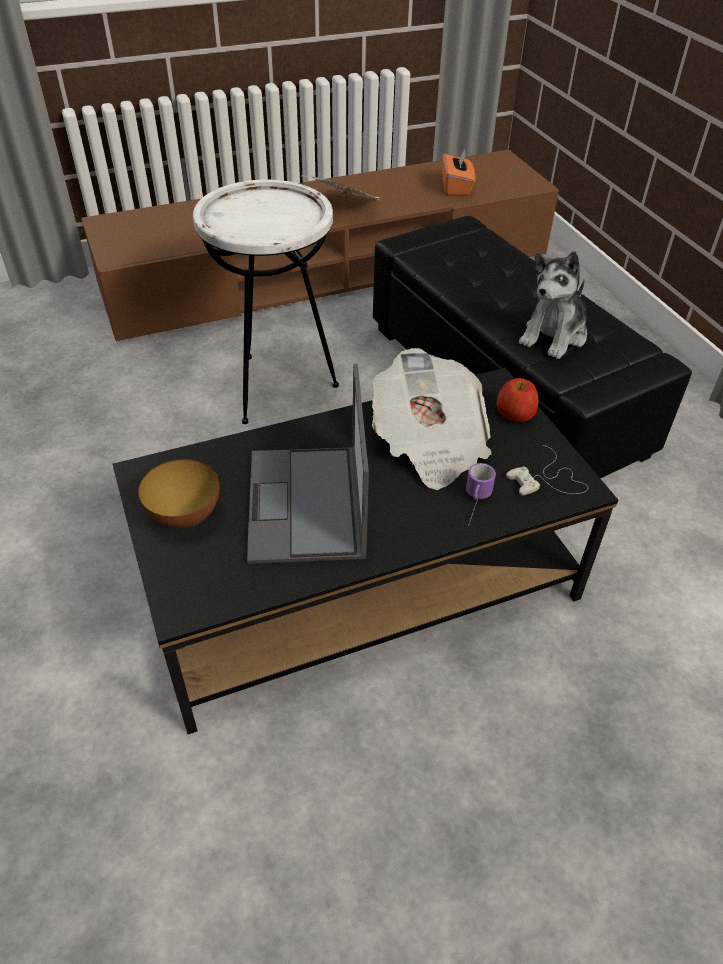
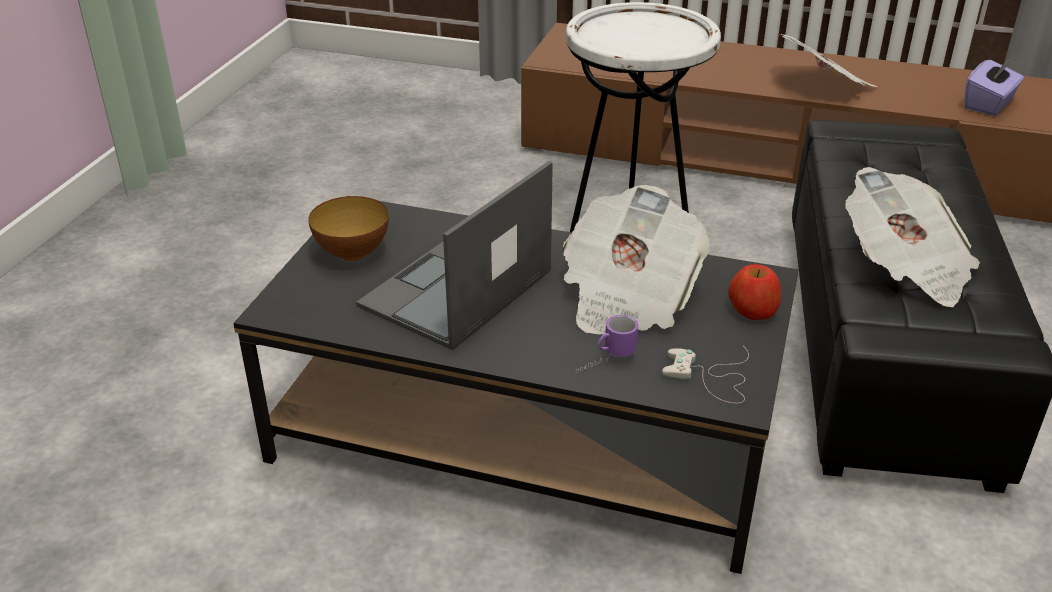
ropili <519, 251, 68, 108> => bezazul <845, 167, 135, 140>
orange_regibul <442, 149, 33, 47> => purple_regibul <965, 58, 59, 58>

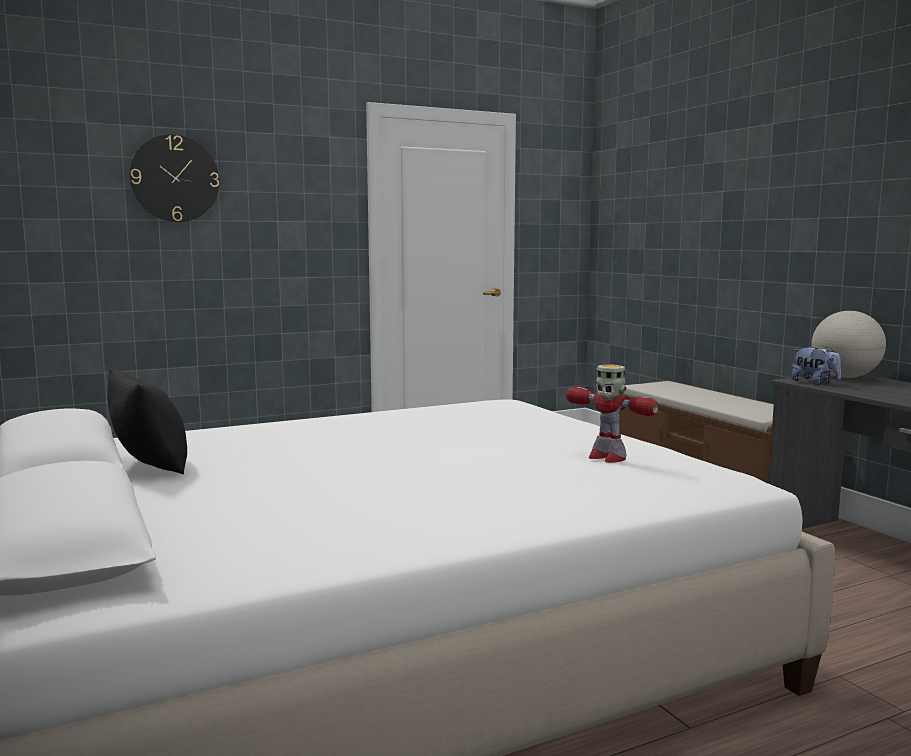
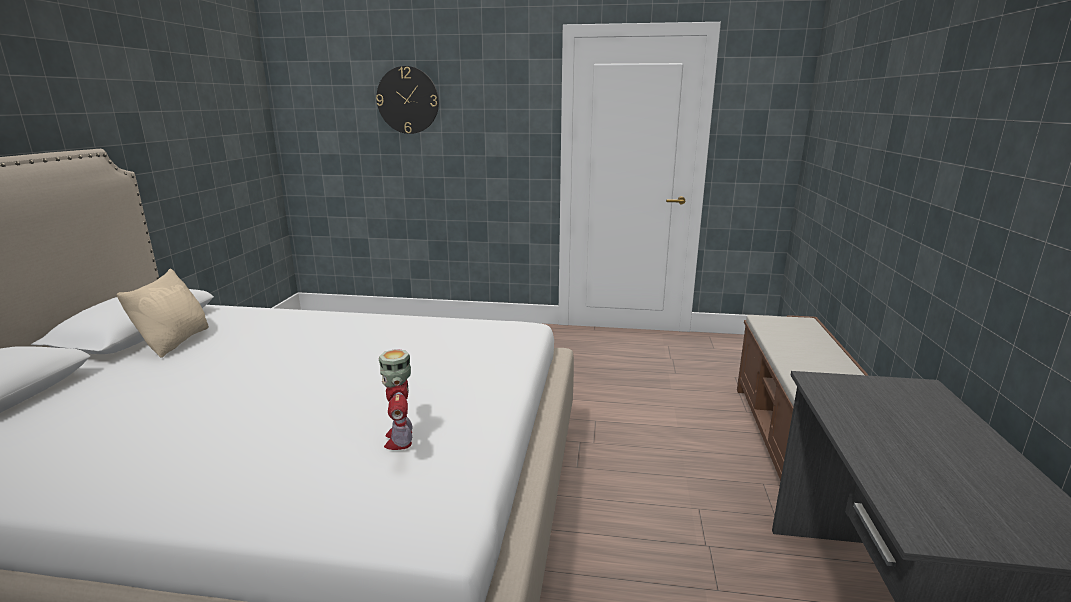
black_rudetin <107, 368, 80, 107> => beige_rudetin <117, 269, 92, 89>
ropili <791, 346, 50, 39> => nothing
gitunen <811, 311, 75, 67> => nothing

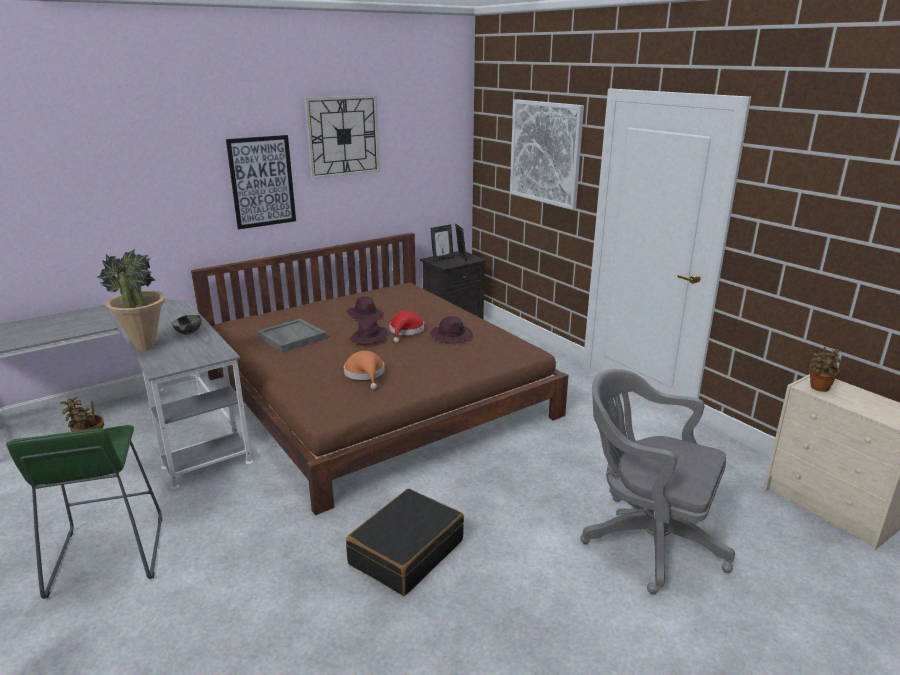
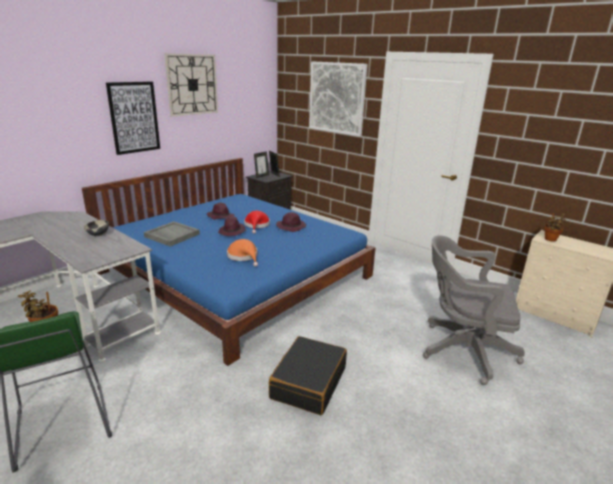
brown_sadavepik <191, 233, 378, 282> => blue_sadavepik <82, 158, 294, 208>
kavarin <97, 249, 68, 102> => nothing

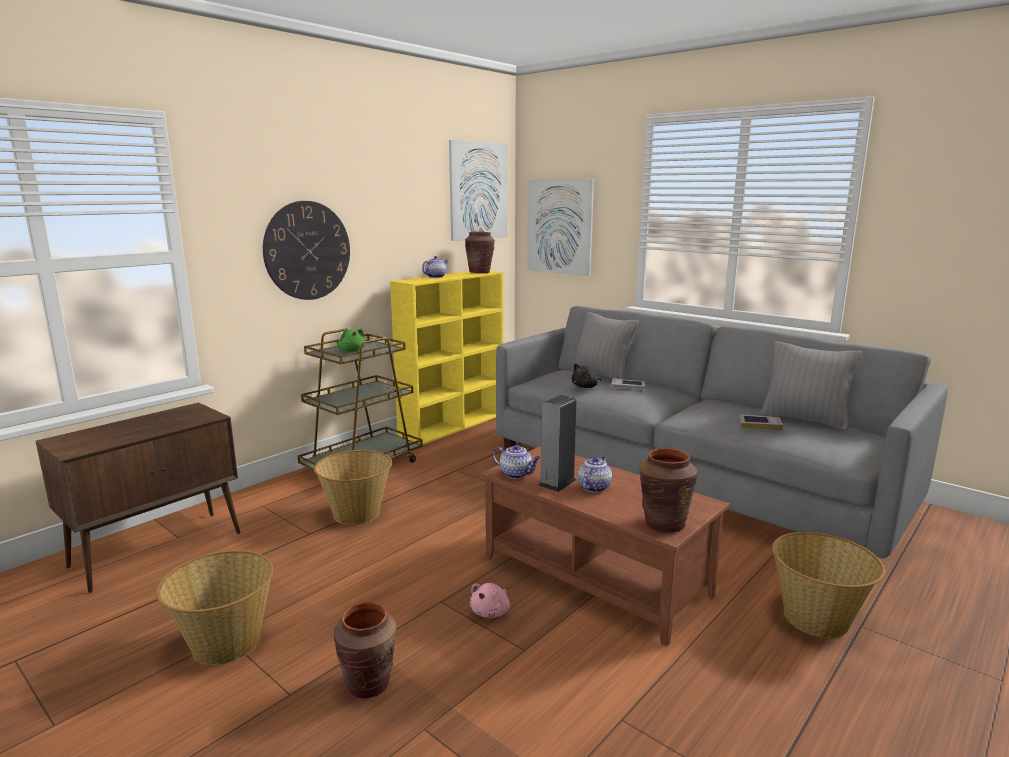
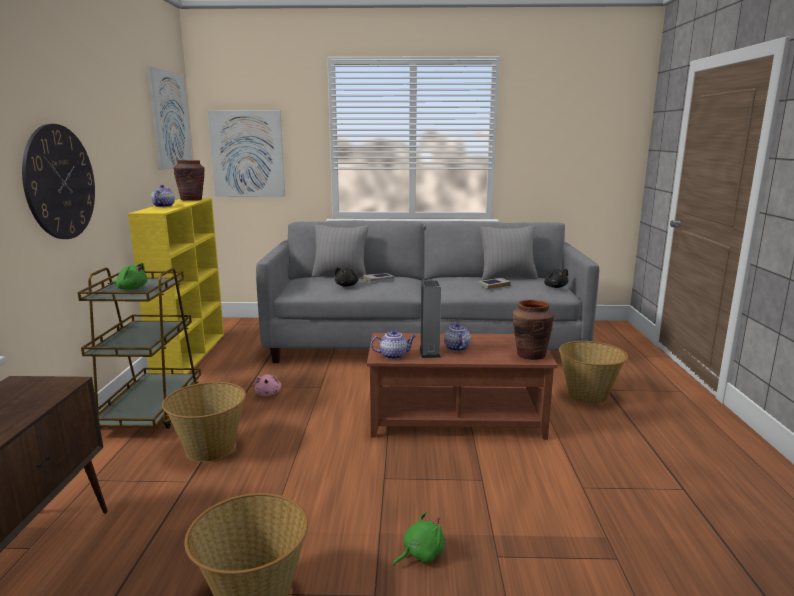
pink_ropili <470, 583, 40, 35> => pink_ropili <254, 374, 27, 22>, move
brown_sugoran <334, 602, 63, 96> => green_ropili <393, 512, 51, 54>
nothing => black_ropili <544, 269, 25, 19>

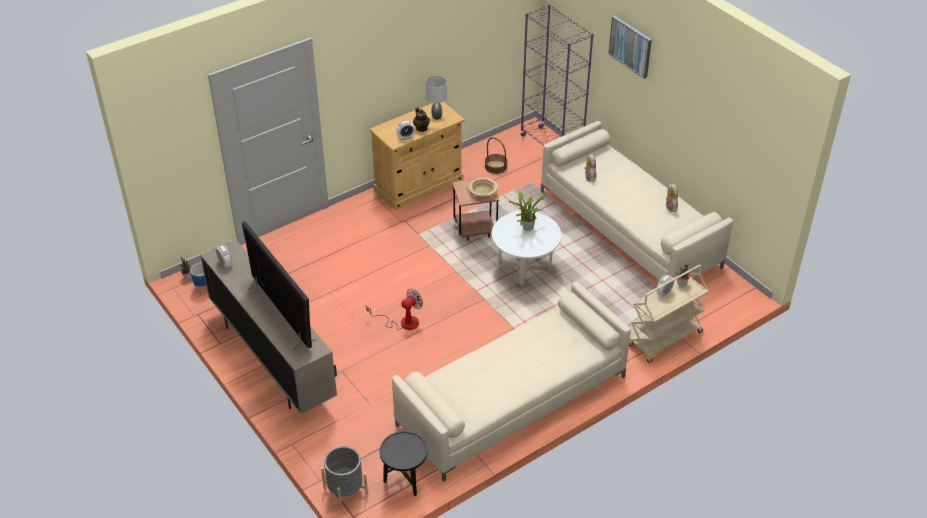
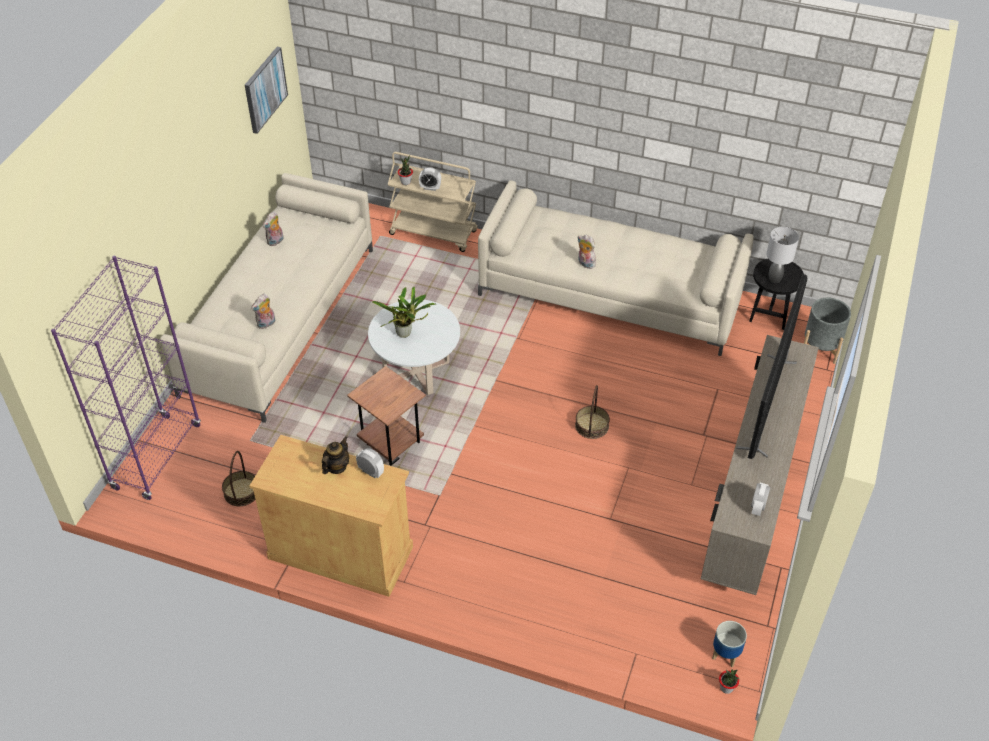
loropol <608, 16, 44, 63> => loropol <245, 47, 43, 87>, move
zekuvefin <366, 289, 57, 41> => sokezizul <575, 385, 35, 54>
nothing => ropili <578, 235, 18, 34>
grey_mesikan <426, 76, 21, 44> => grey_mesikan <766, 227, 33, 56>, move
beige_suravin <469, 177, 29, 21> => nothing

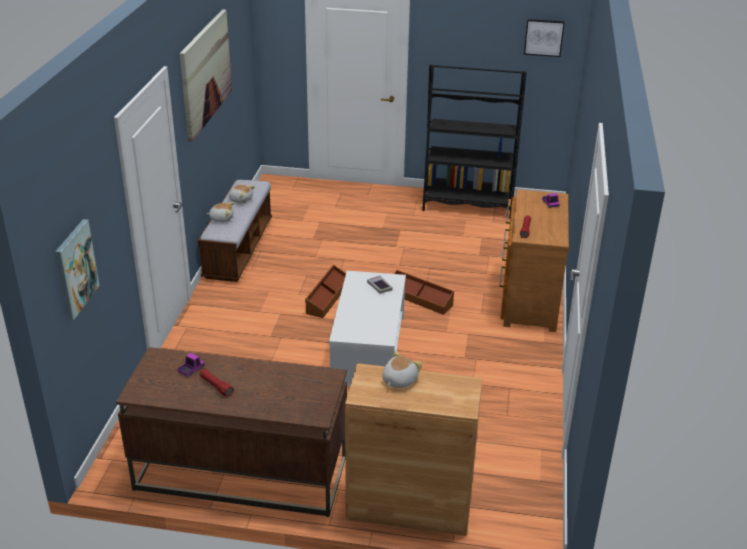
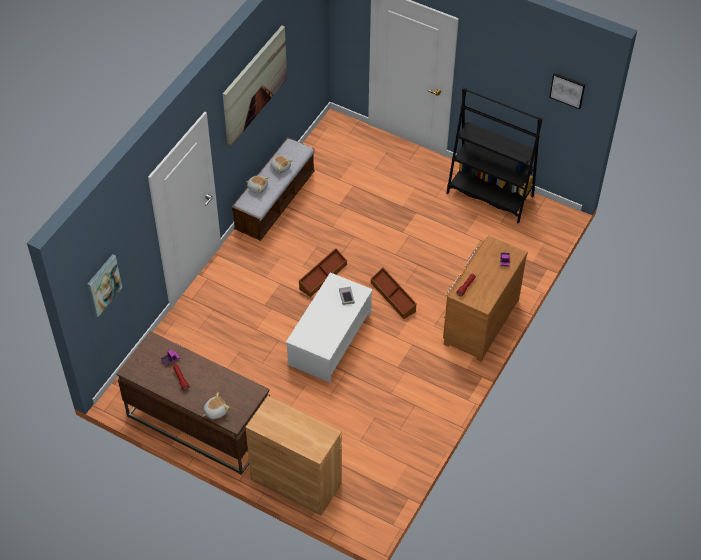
ropili <382, 351, 41, 37> => ropili <203, 392, 26, 27>, move

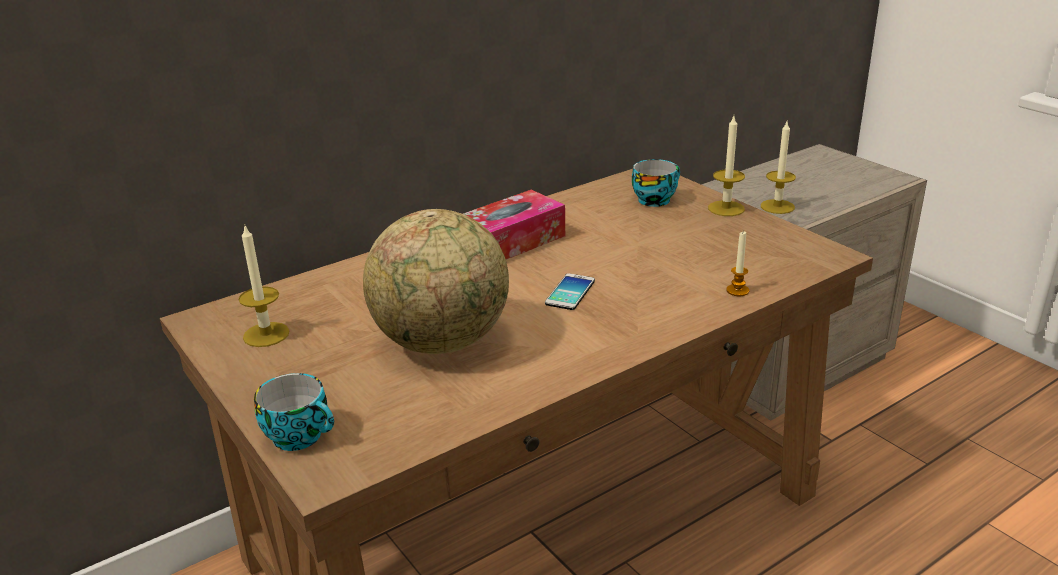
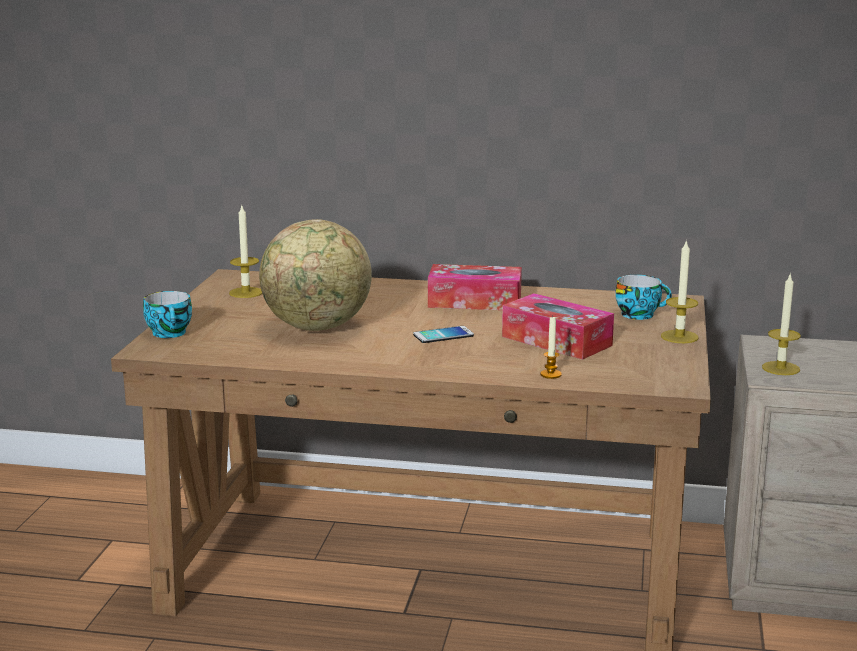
nothing => regibul <502, 293, 112, 67>

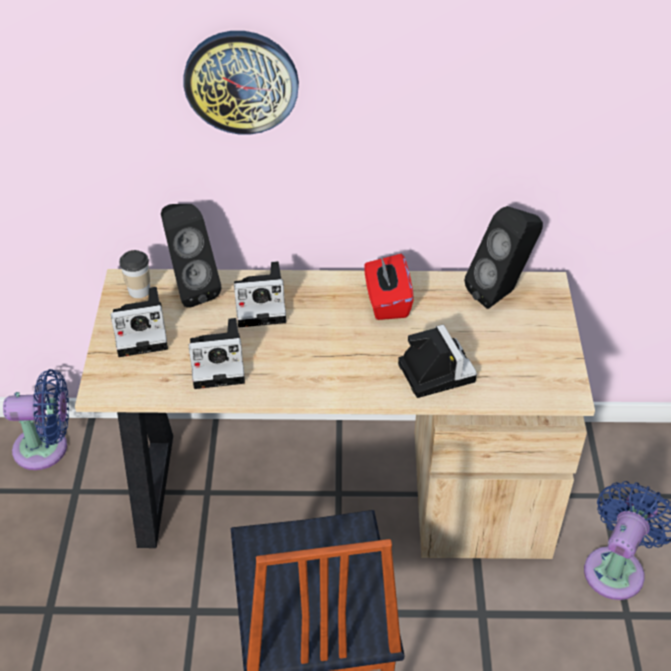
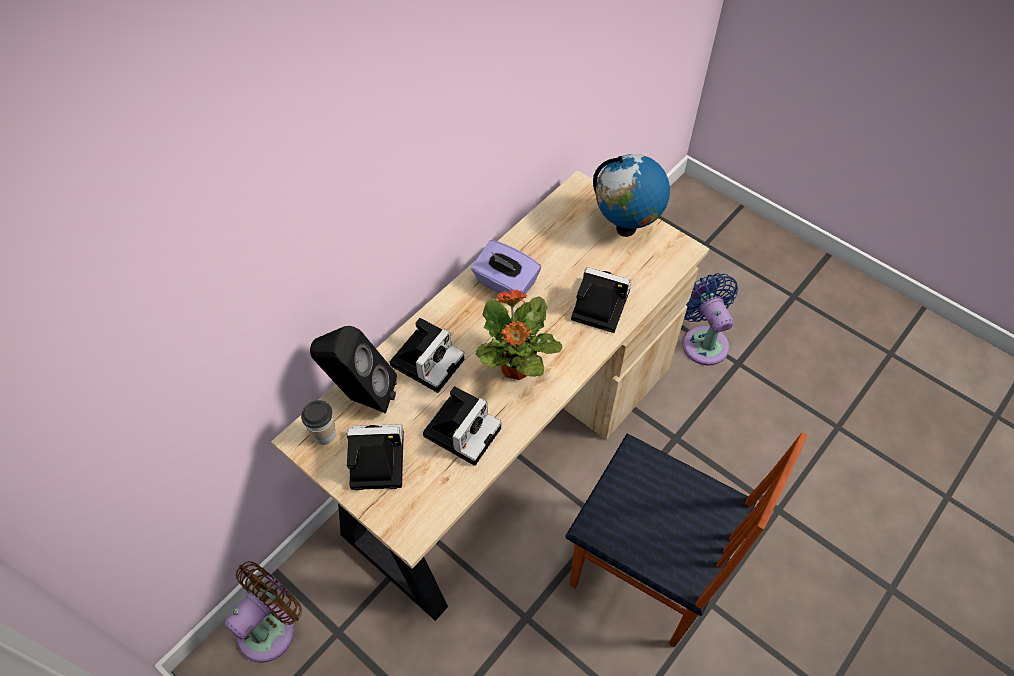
blue_zekuvefin <3, 369, 66, 101> => brown_zekuvefin <225, 561, 77, 102>
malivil <111, 287, 57, 70> => malivil <347, 424, 57, 66>, 120 degrees counterclockwise
red_regibul <364, 254, 50, 66> => purple_regibul <471, 240, 70, 62>
nothing => kavarin <475, 289, 87, 91>
nothing => gitunen <593, 154, 77, 83>
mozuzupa <183, 31, 116, 103> => nothing
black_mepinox <464, 206, 79, 103> => nothing

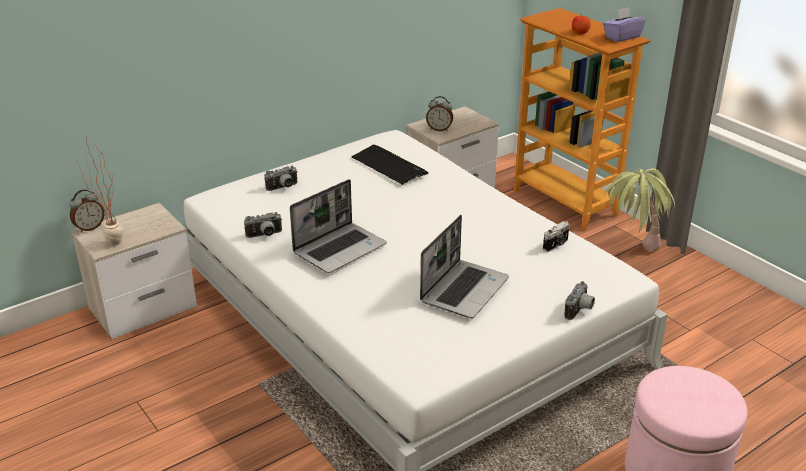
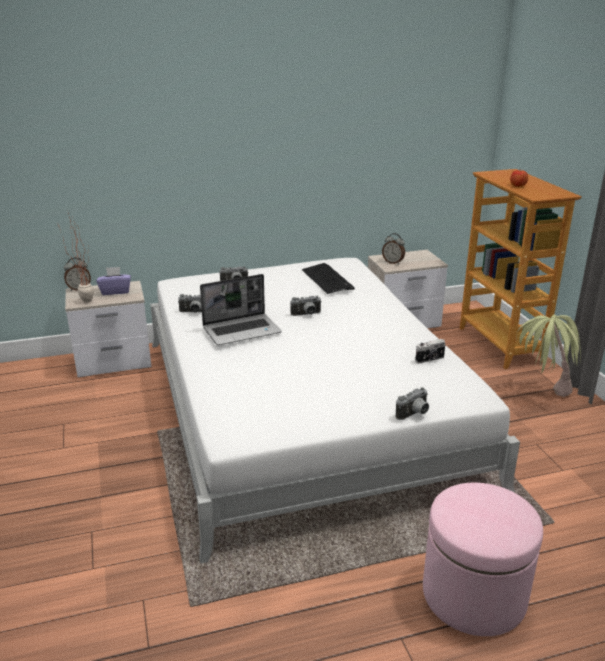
purple_regibul <603, 7, 43, 35> => purple_regibul <97, 267, 34, 28>, move
nothing => malivil <291, 296, 31, 20>
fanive <420, 215, 89, 103> => nothing

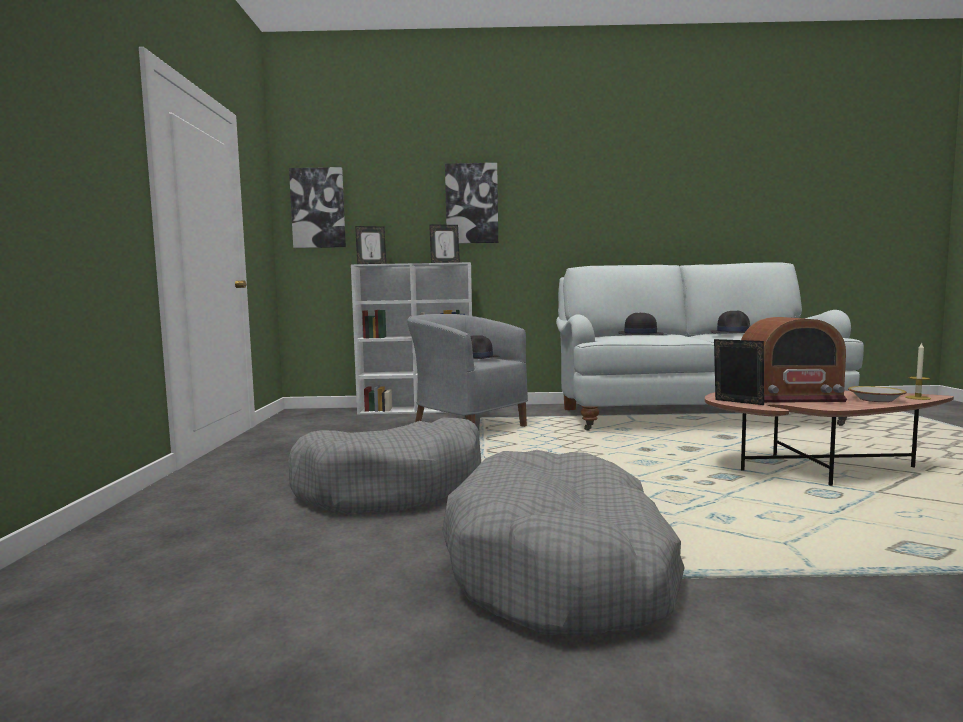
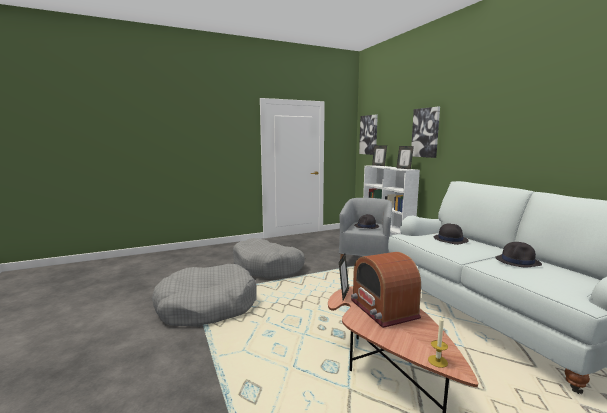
suravin <848, 386, 59, 16> => nothing

